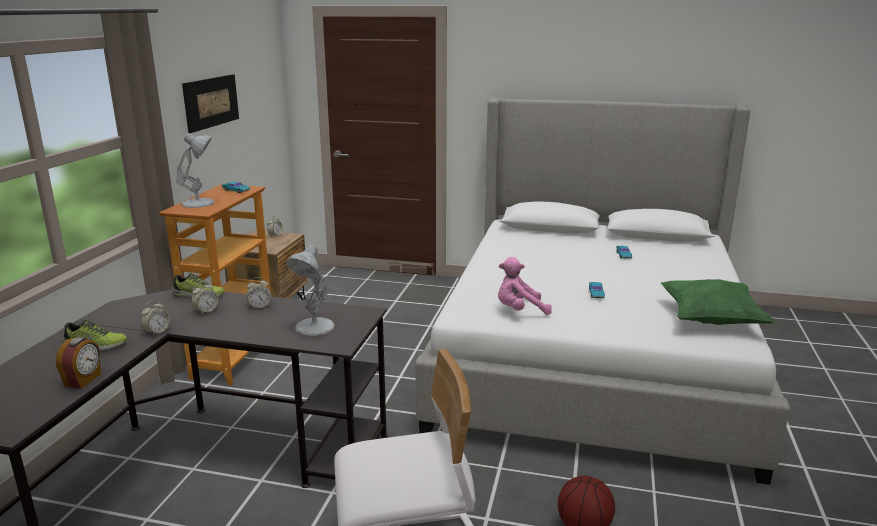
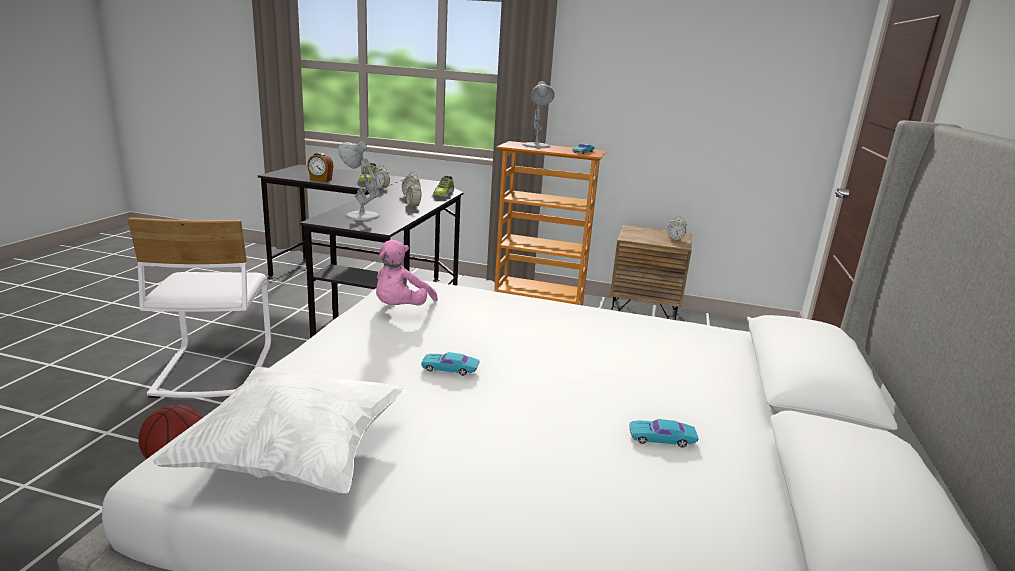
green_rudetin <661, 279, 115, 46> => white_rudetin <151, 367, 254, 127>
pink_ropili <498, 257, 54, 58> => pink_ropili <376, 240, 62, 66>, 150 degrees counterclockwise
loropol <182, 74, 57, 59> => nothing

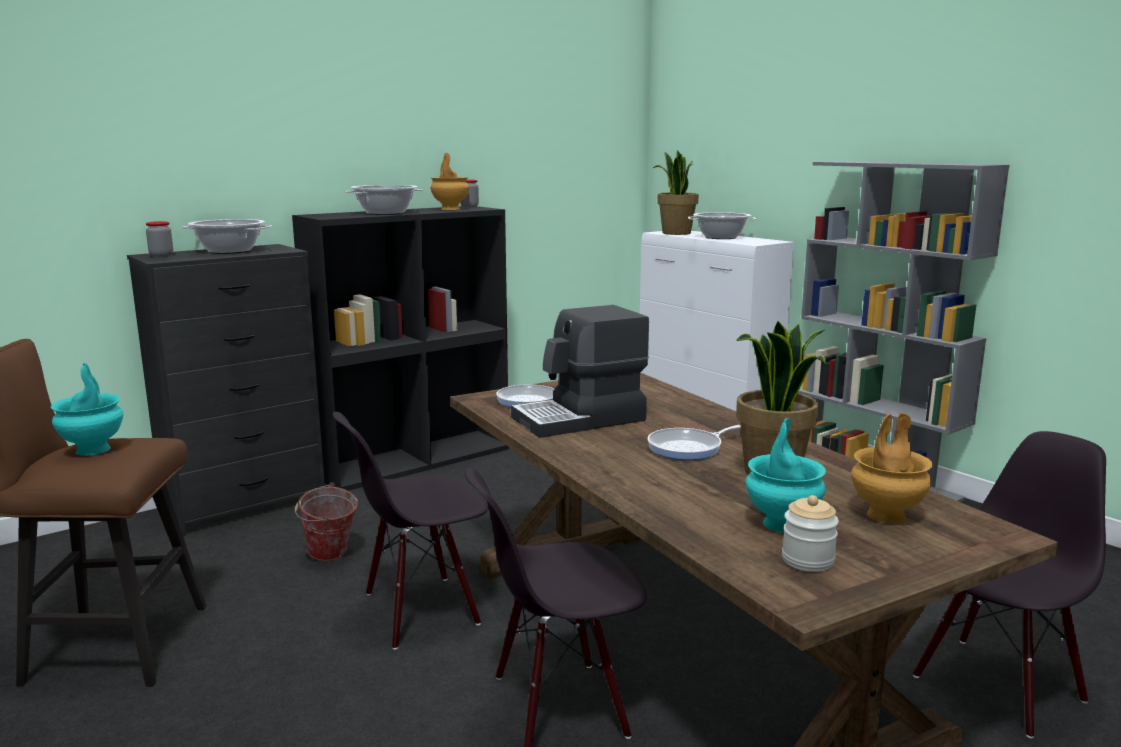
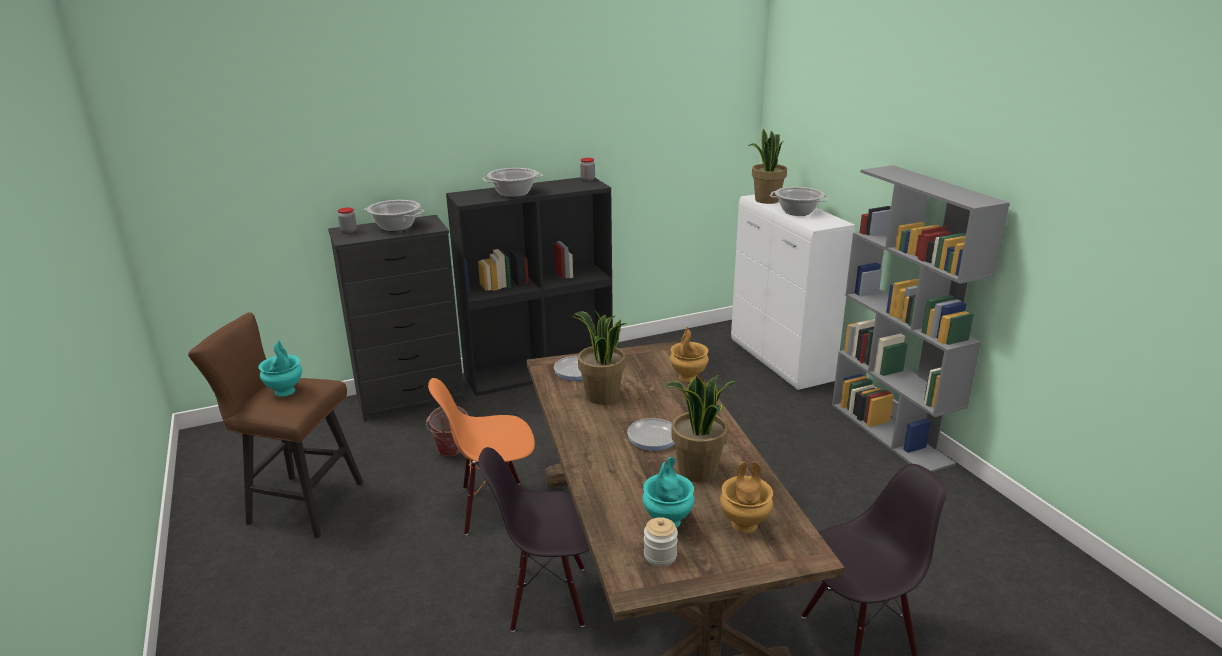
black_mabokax <333, 412, 155, 238> => orange_mabokax <428, 378, 107, 157>
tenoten <511, 305, 138, 133> => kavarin <571, 311, 56, 94>
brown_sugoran <430, 153, 39, 57> => brown_sugoran <670, 326, 39, 56>, move

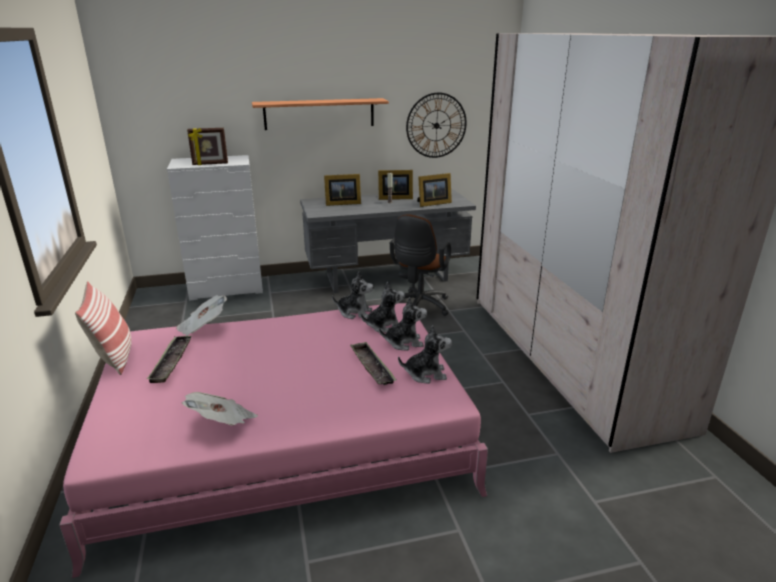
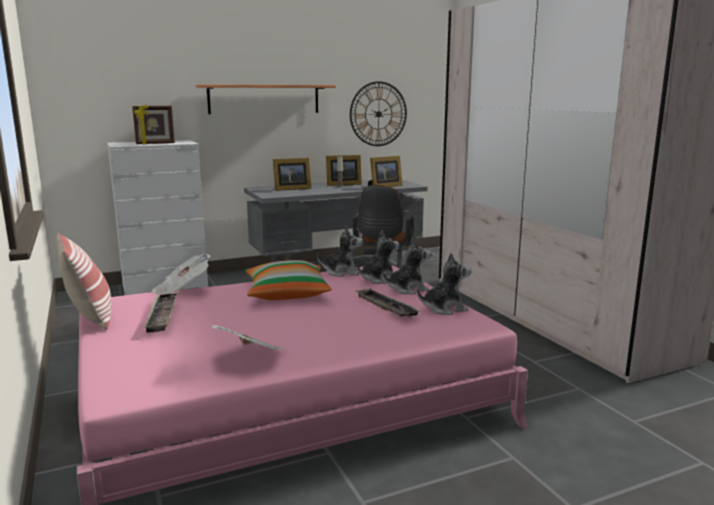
nothing => rudetin <246, 260, 86, 40>

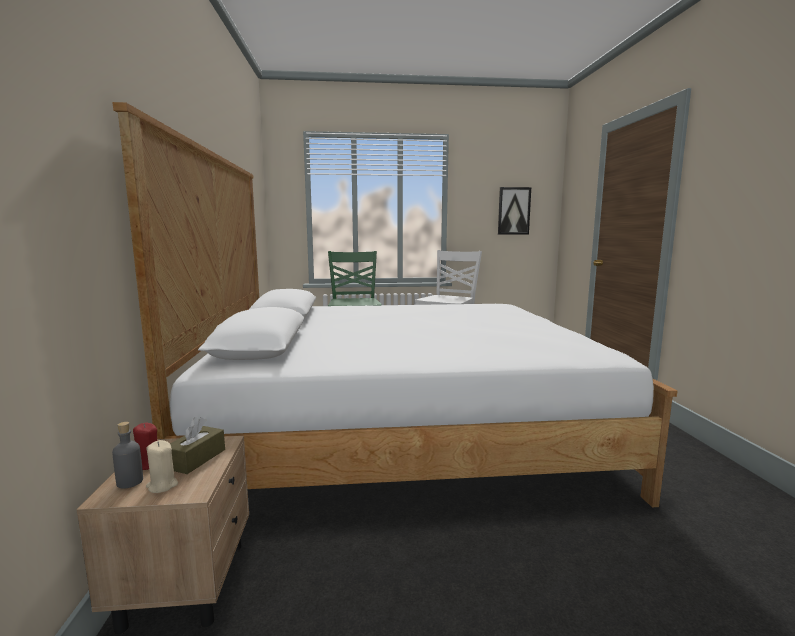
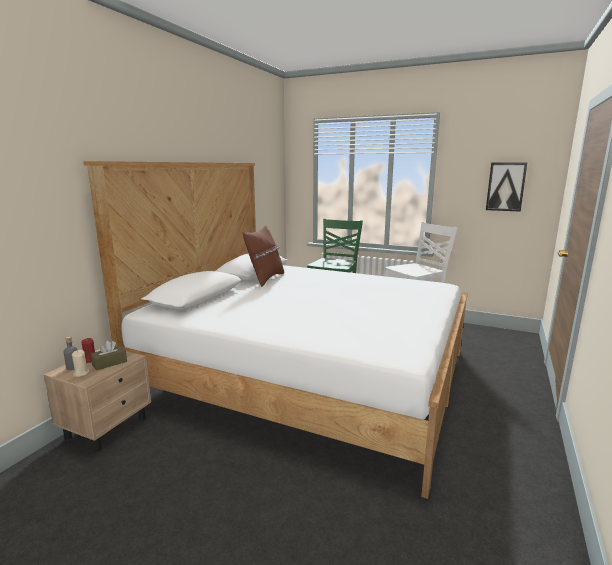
nothing => brown_rudetin <243, 225, 41, 62>

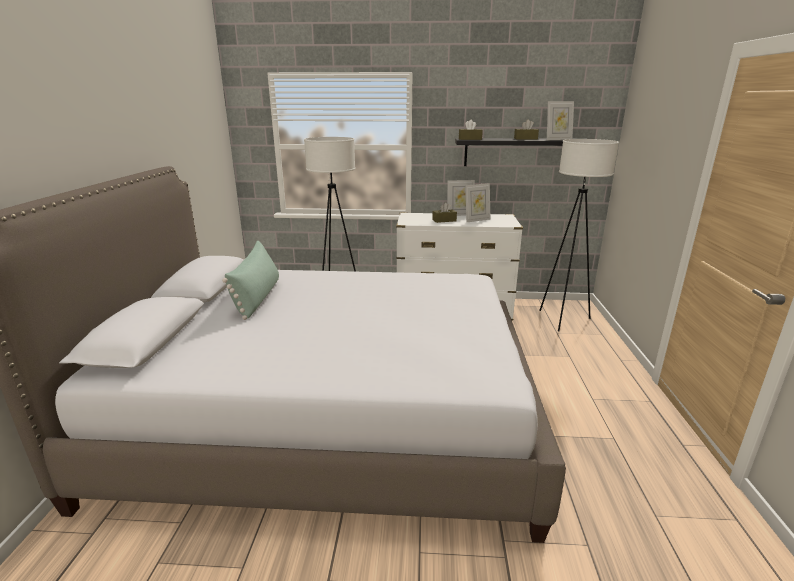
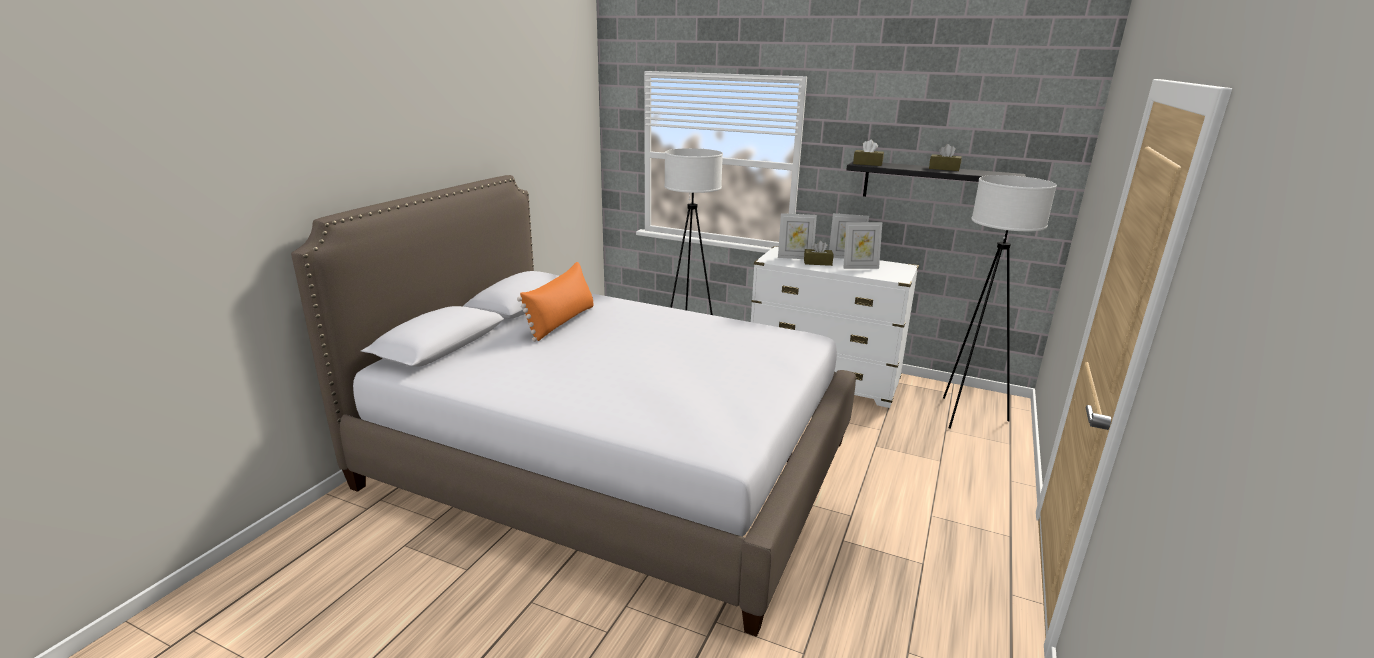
green_rudetin <222, 240, 57, 80> => orange_rudetin <517, 262, 76, 80>
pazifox <547, 101, 27, 39> => pazifox <778, 213, 39, 46>, move

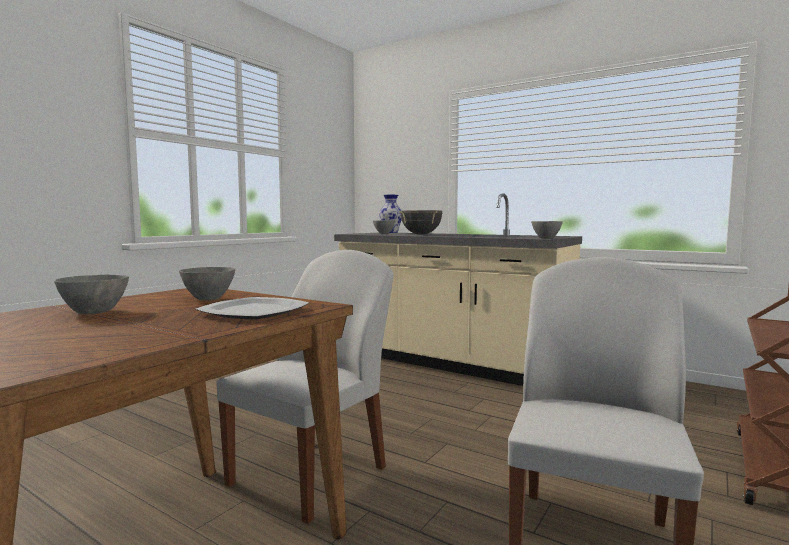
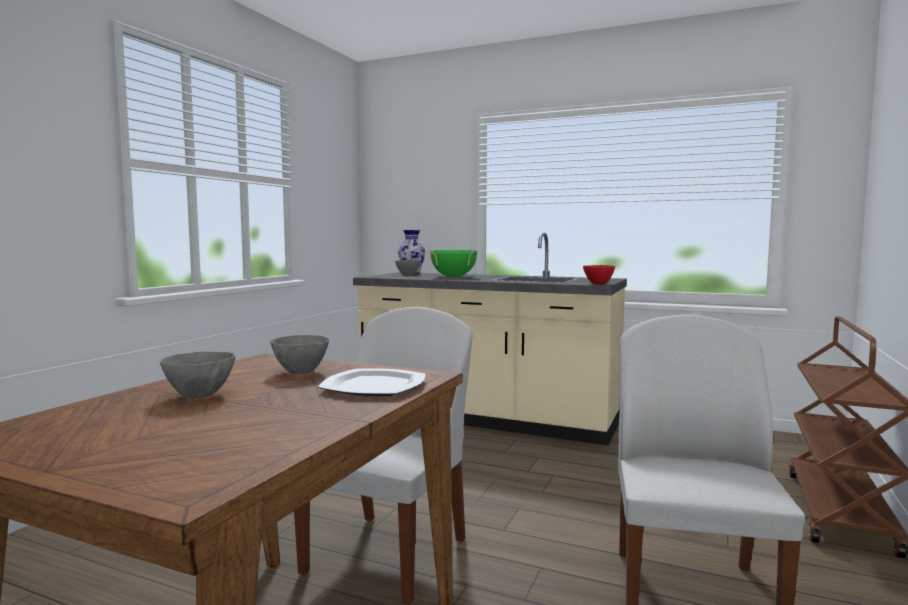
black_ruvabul <399, 210, 44, 25> => green_ruvabul <430, 250, 47, 27>
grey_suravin <531, 221, 32, 18> => red_suravin <583, 265, 32, 19>

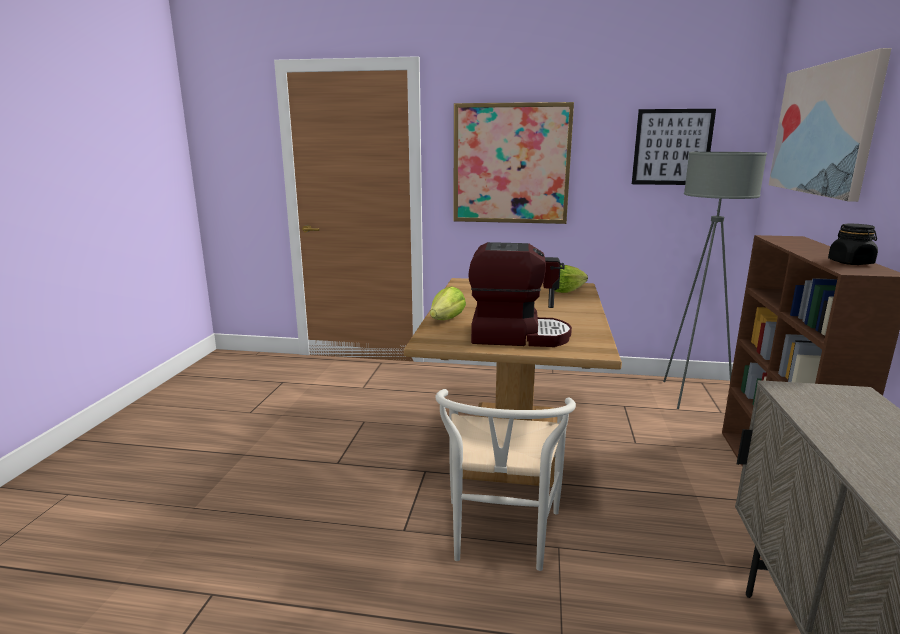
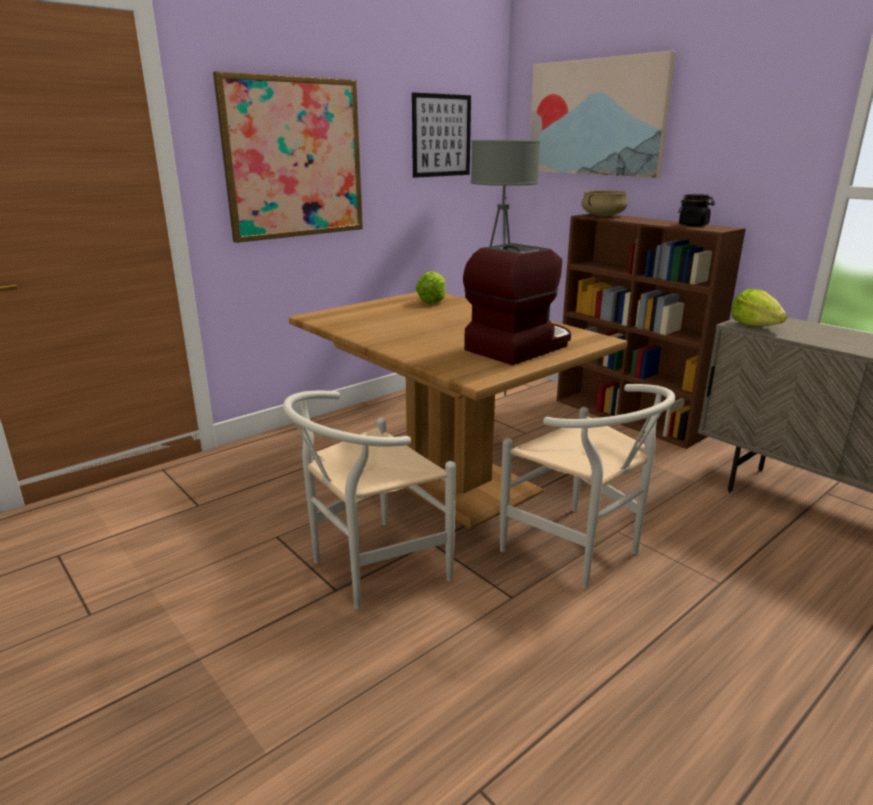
nothing => white_mabokax <283, 391, 173, 219>
nothing => beige_ruvabul <581, 190, 47, 26>
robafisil <430, 286, 36, 34> => robafisil <731, 289, 56, 38>, move

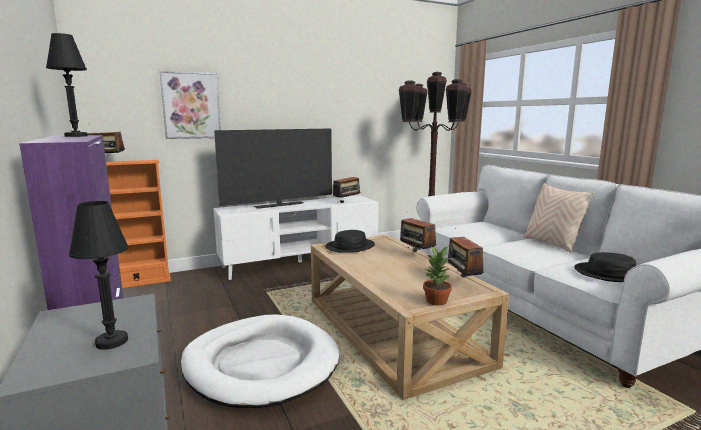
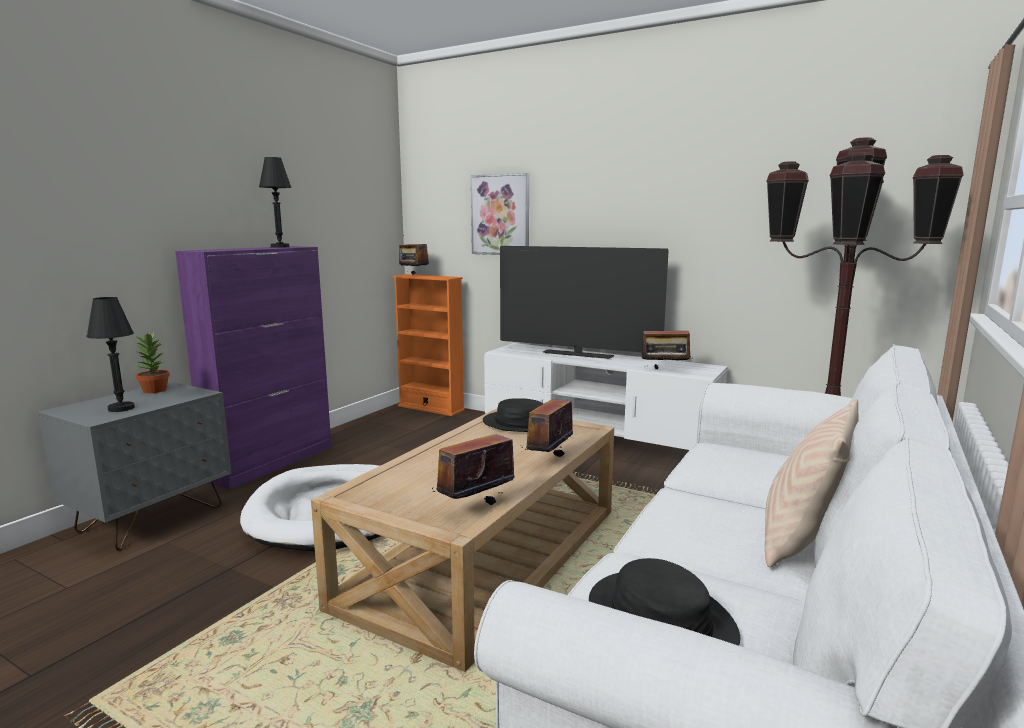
kavarin <423, 247, 29, 59> => kavarin <134, 333, 36, 60>, move

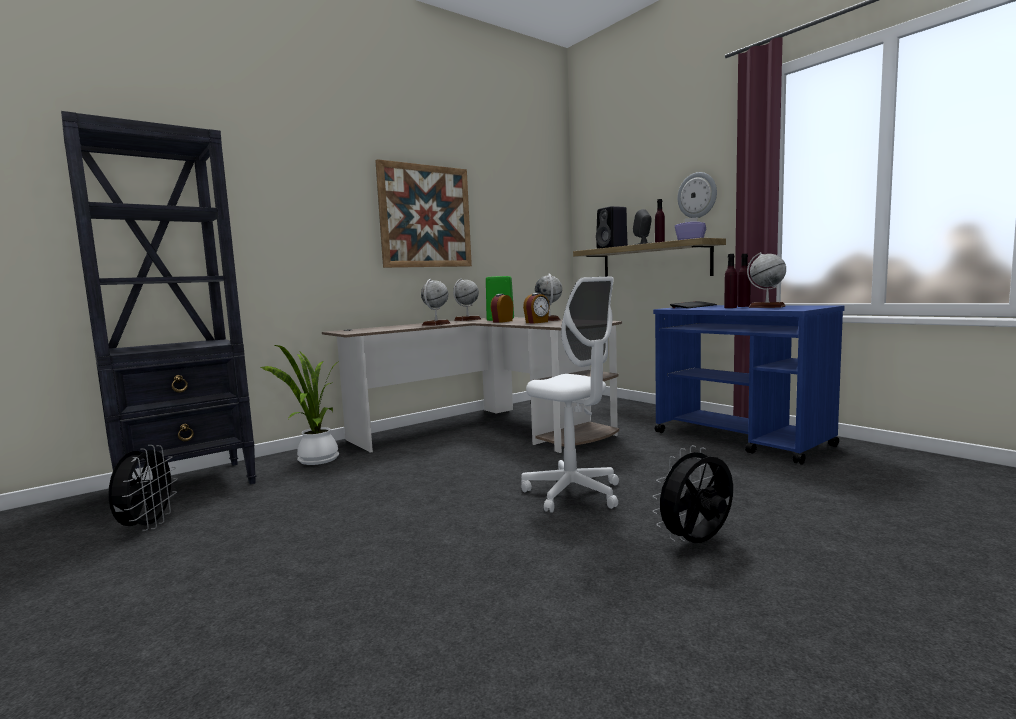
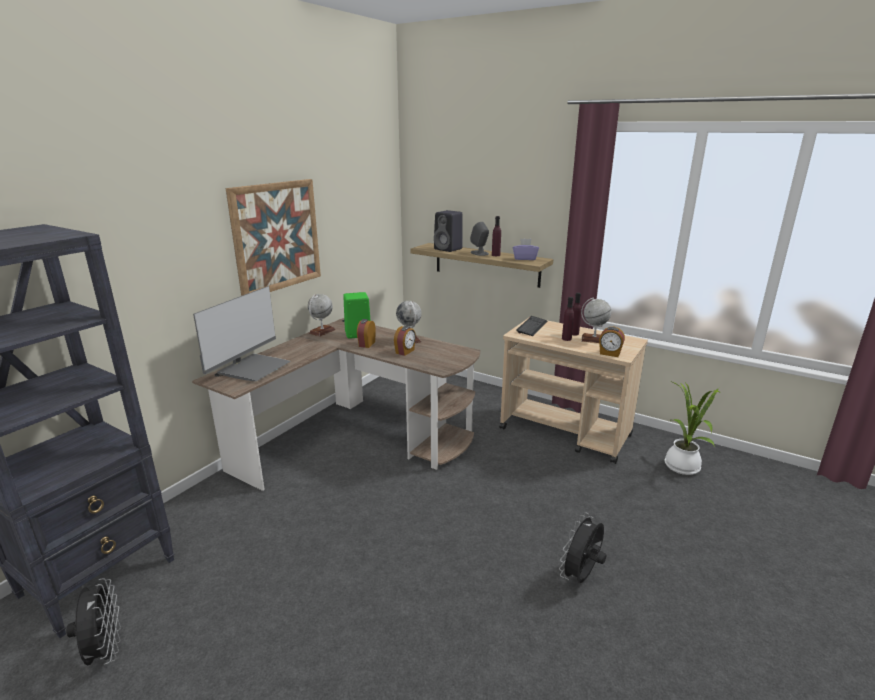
nothing => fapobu <193, 286, 98, 95>
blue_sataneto <653, 305, 192, 160> => beige_sataneto <499, 317, 149, 147>
nothing => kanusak <599, 327, 26, 30>
kavarin <260, 345, 79, 120> => kavarin <664, 382, 57, 93>, move
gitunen <421, 279, 29, 46> => nothing
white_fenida <521, 276, 98, 237> => nothing
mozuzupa <678, 172, 39, 46> => nothing

